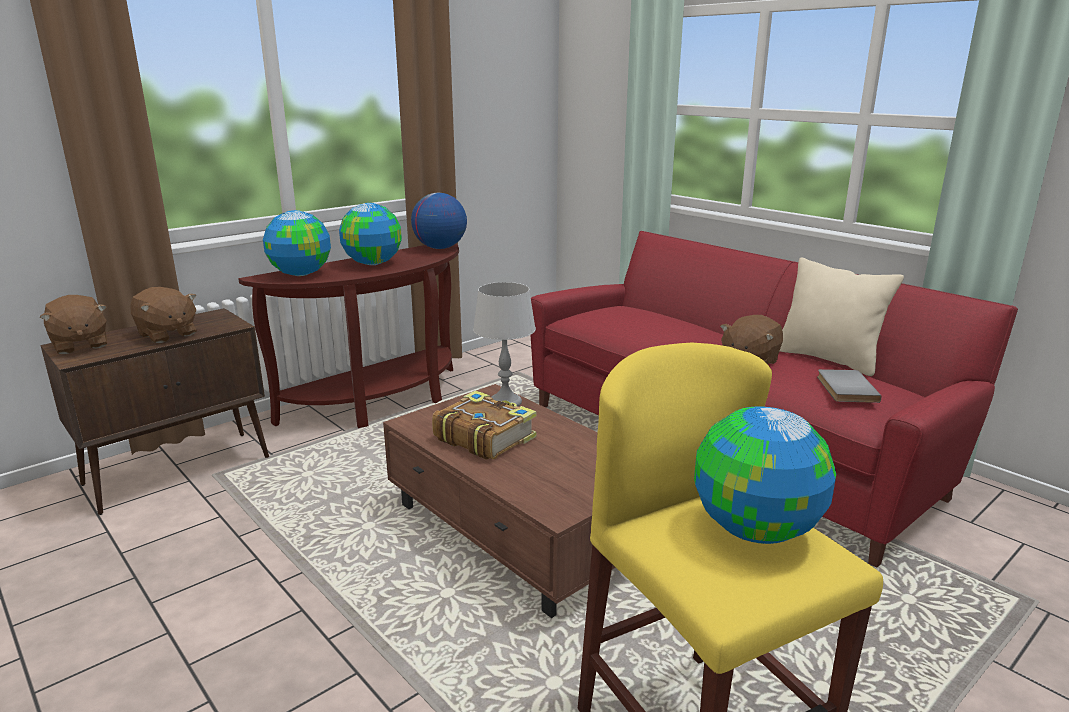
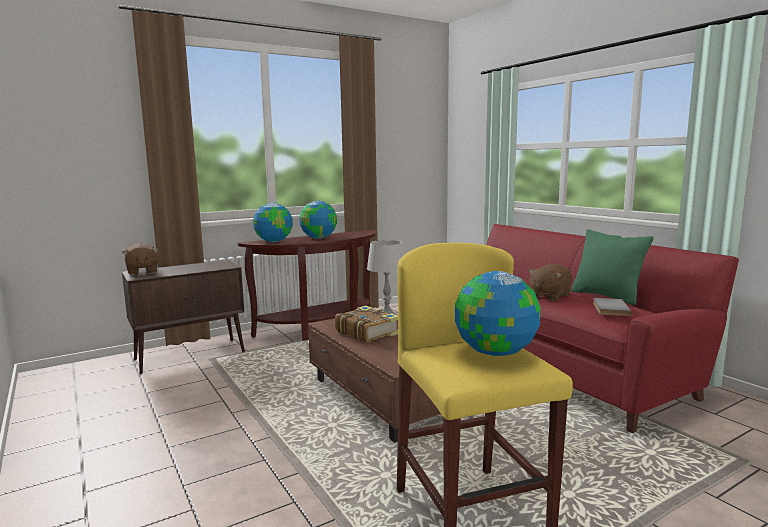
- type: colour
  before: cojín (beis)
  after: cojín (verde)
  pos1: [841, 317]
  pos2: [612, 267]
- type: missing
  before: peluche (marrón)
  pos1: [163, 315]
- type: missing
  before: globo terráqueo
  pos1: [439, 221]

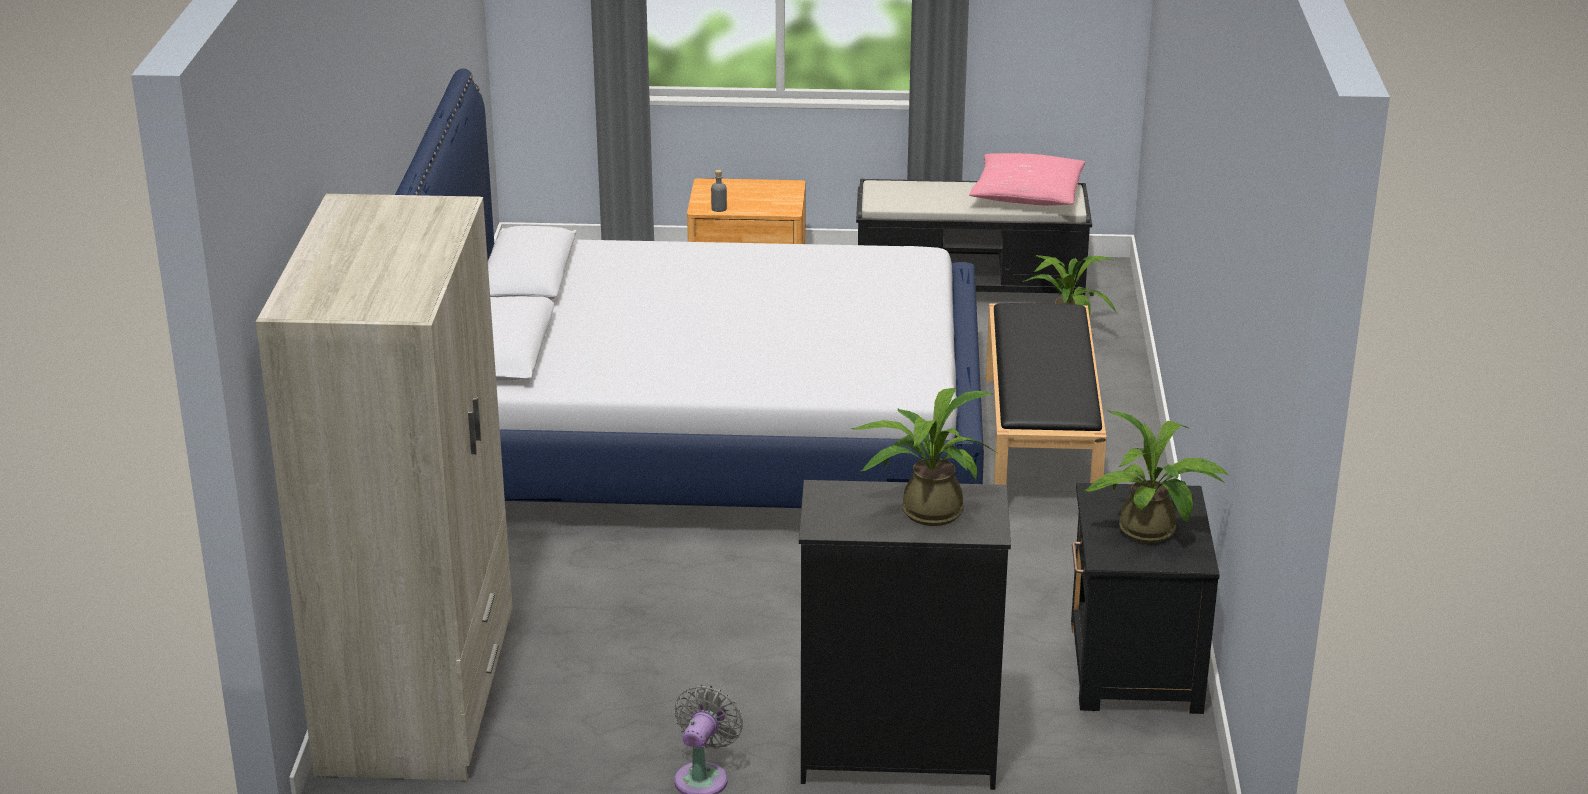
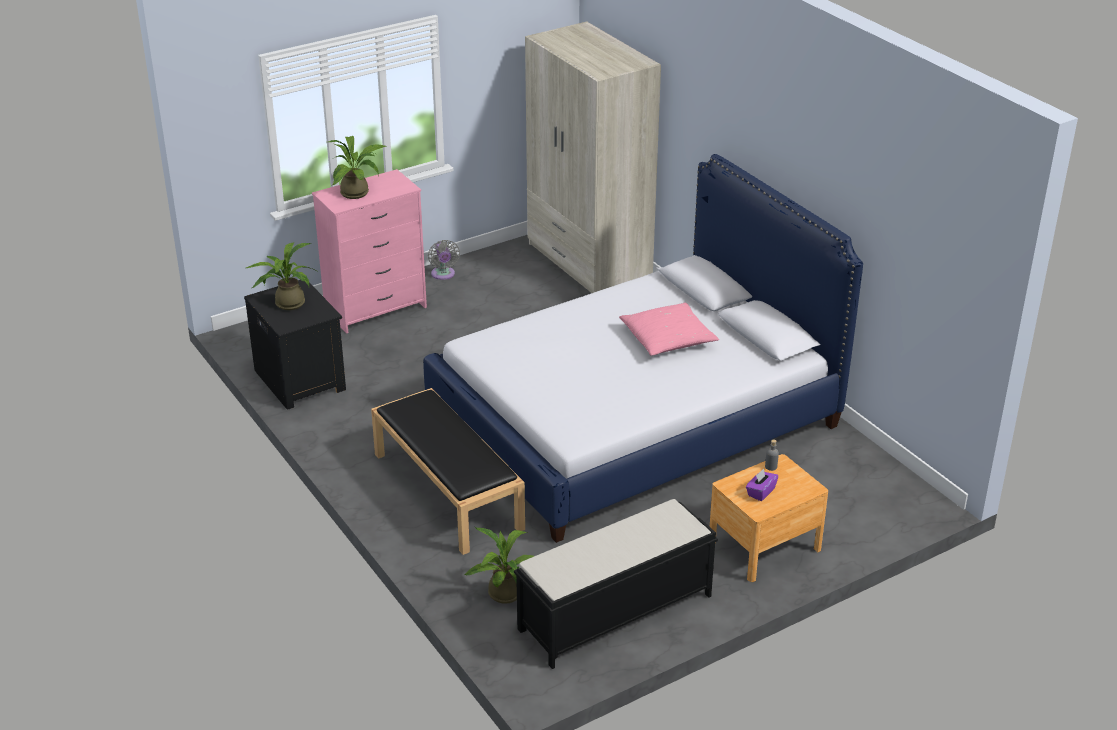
- type: colour
  before: cómoda (negro)
  after: cómoda (rosa)
  pos1: [905, 635]
  pos2: [369, 251]
- type: relocated
  before: cojín (rosa)
  pos1: [1027, 179]
  pos2: [669, 329]
- type: appeared
  after: caja de pañuelos (morado)
  pos2: [762, 485]

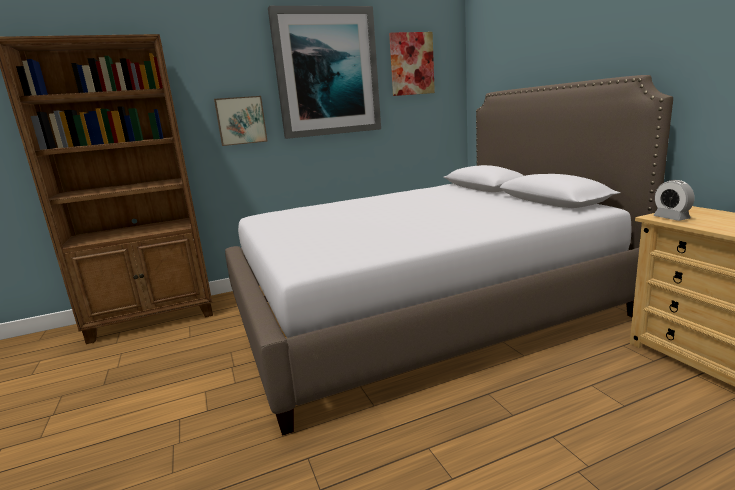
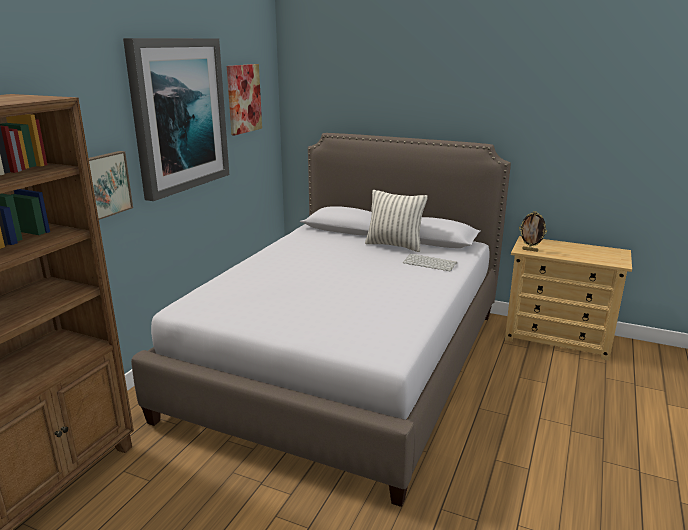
- type: appeared
  after: cojín
  pos2: [396, 221]
- type: appeared
  after: teclado
  pos2: [430, 262]
- type: exchanged
  before: despertador
  after: portarretratos
  pos1: [673, 200]
  pos2: [533, 231]

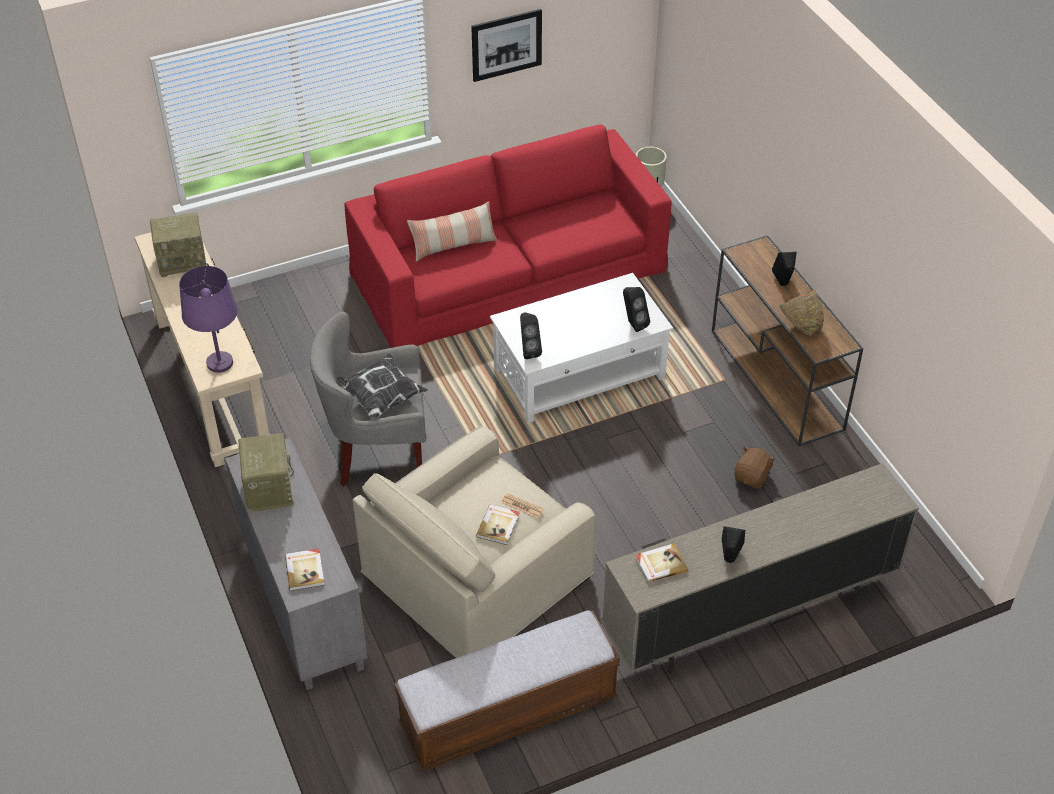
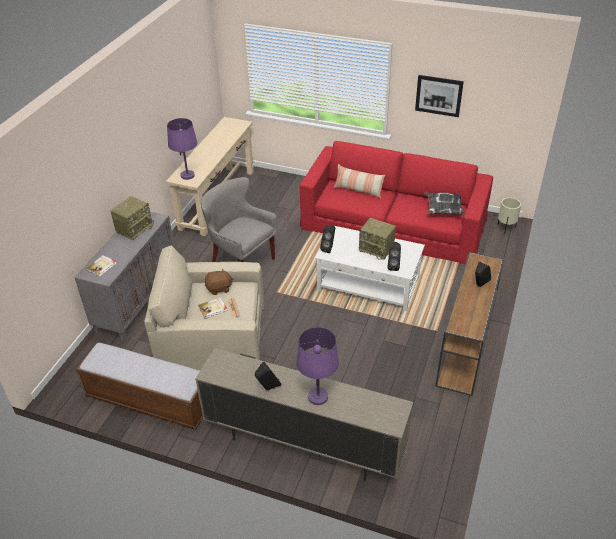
- type: relocated
  before: peluche (marrón)
  pos1: [755, 467]
  pos2: [219, 281]
- type: appeared
  after: lámpara de mesa (morado)
  pos2: [318, 366]
- type: relocated
  before: radio
  pos1: [179, 244]
  pos2: [377, 239]
- type: relocated
  before: cojín
  pos1: [382, 387]
  pos2: [444, 203]
- type: missing
  before: libro
  pos1: [661, 563]
- type: missing
  before: cuenco (naranja)
  pos1: [801, 312]

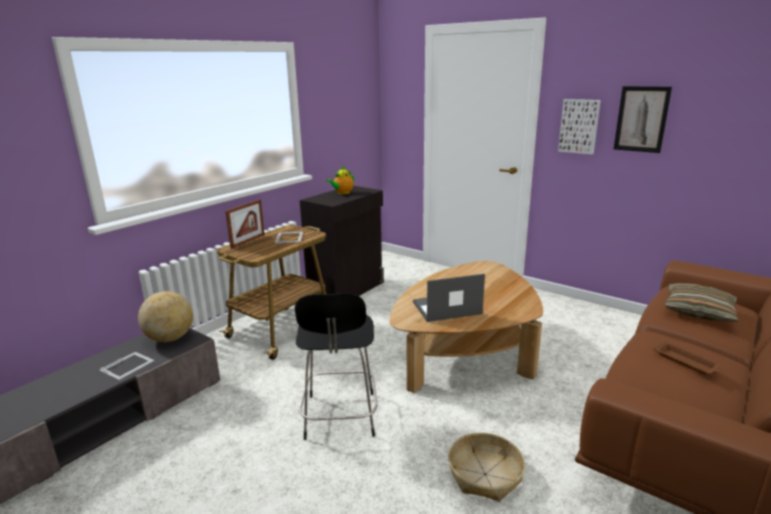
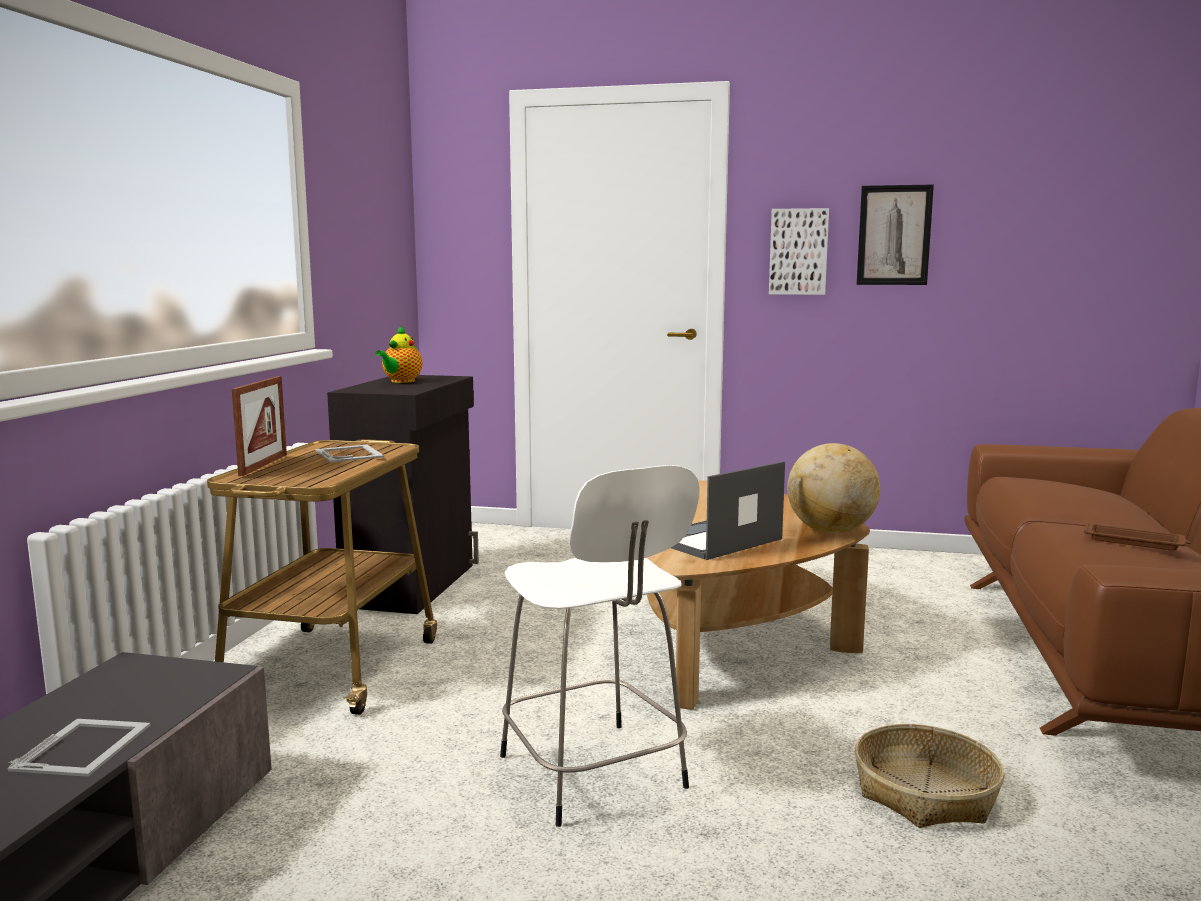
- type: colour
  before: taburete (negro)
  after: taburete (blanco)
  pos1: [336, 366]
  pos2: [600, 646]
- type: relocated
  before: globo terráqueo
  pos1: [165, 316]
  pos2: [833, 488]
- type: missing
  before: cojín
  pos1: [701, 302]

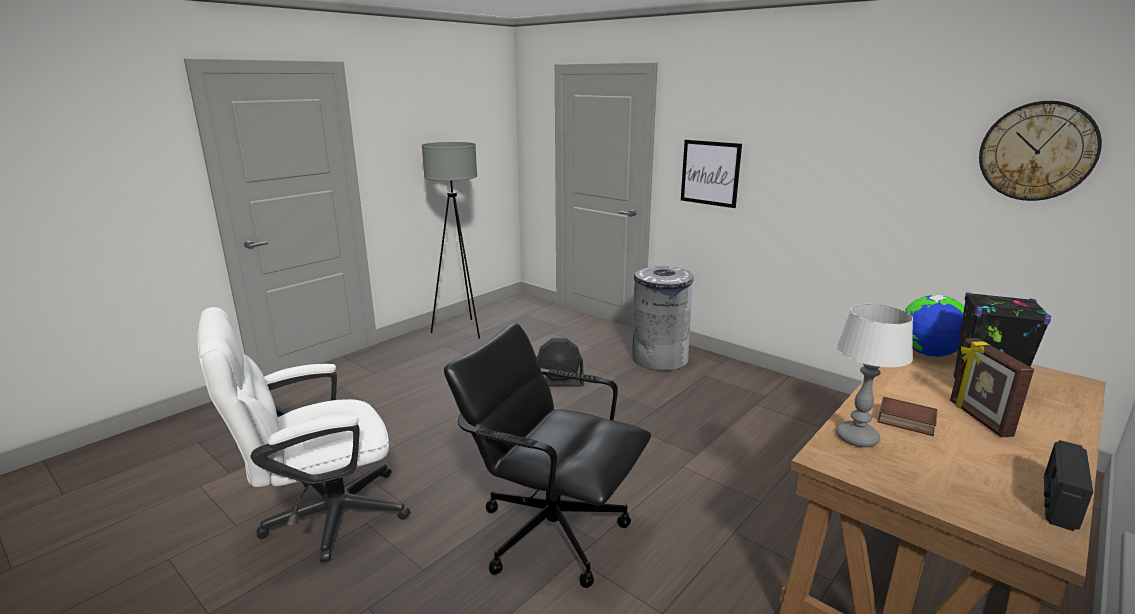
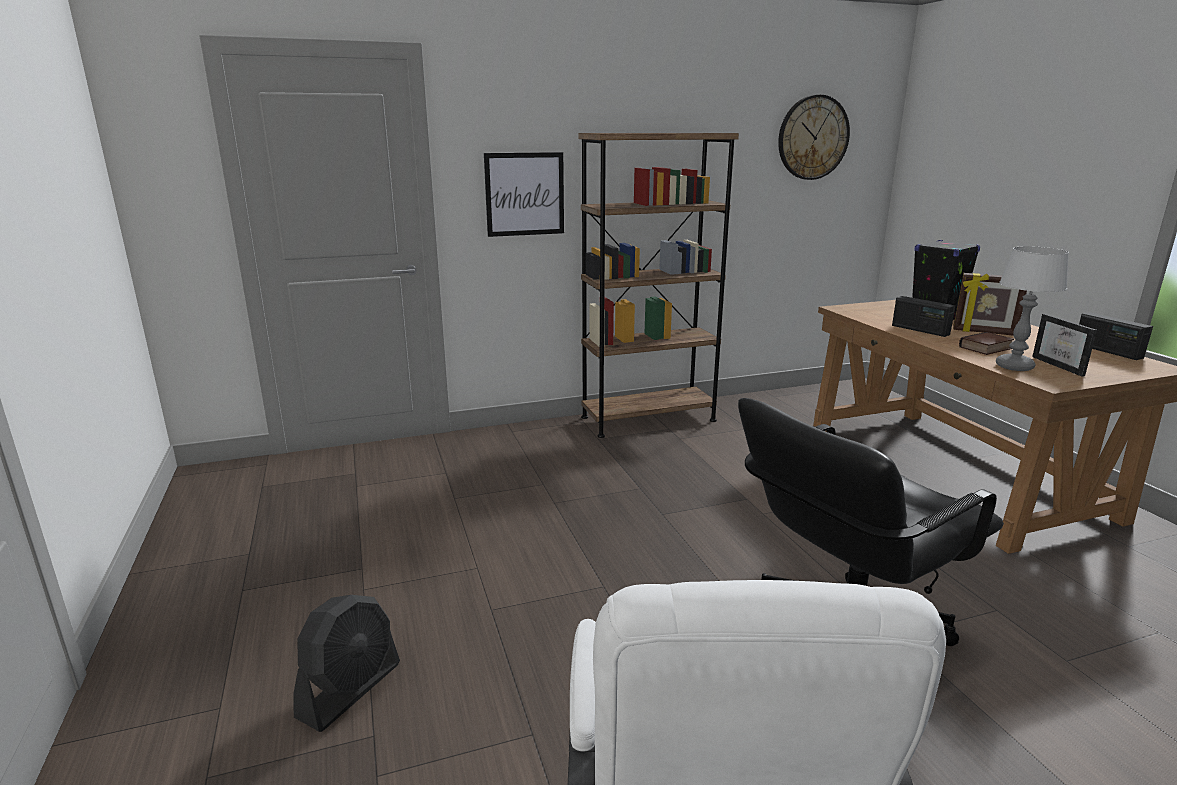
- type: relocated
  before: ventilador (negro)
  pos1: [560, 362]
  pos2: [346, 663]
- type: appeared
  after: estantería (marrón)
  pos2: [658, 285]
- type: appeared
  after: radio
  pos2: [923, 316]
- type: appeared
  after: portarretratos
  pos2: [1064, 345]
- type: missing
  before: lámpara de pie (gris)
  pos1: [451, 240]
- type: missing
  before: papelera (gris)
  pos1: [663, 318]
- type: missing
  before: globo terráqueo
  pos1: [934, 326]

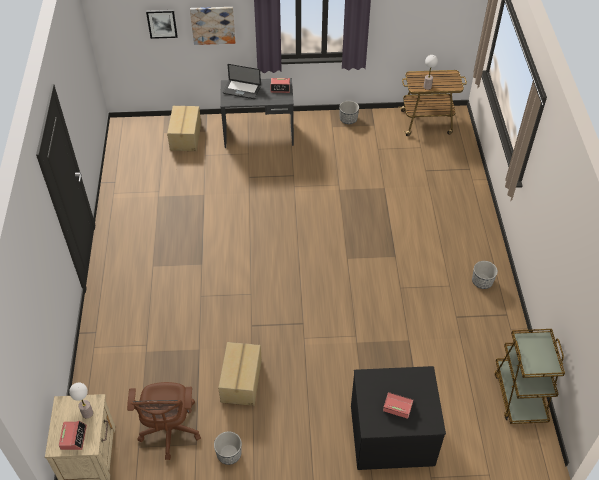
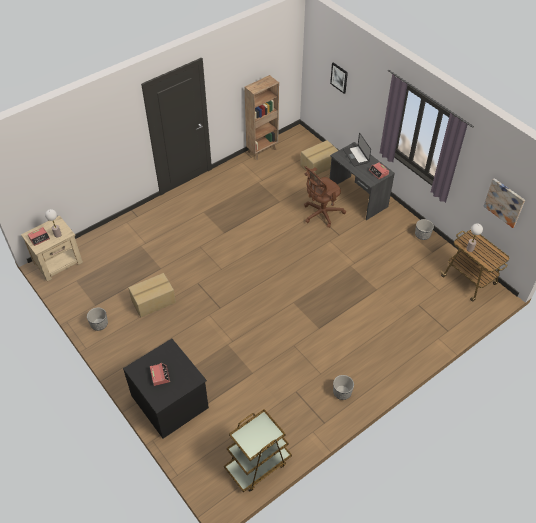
- type: appeared
  after: estantería (marrón)
  pos2: [261, 117]
- type: relocated
  before: silla de oficina (marrón)
  pos1: [164, 421]
  pos2: [325, 197]
- type: relocated
  before: cuadro
  pos1: [212, 26]
  pos2: [504, 203]

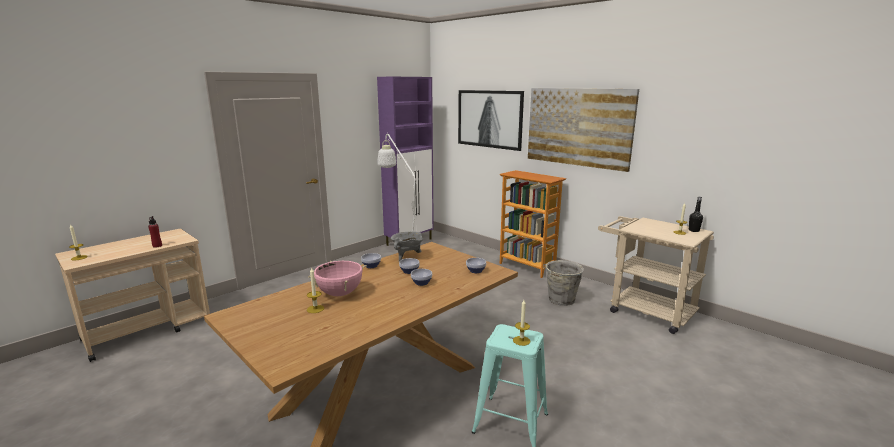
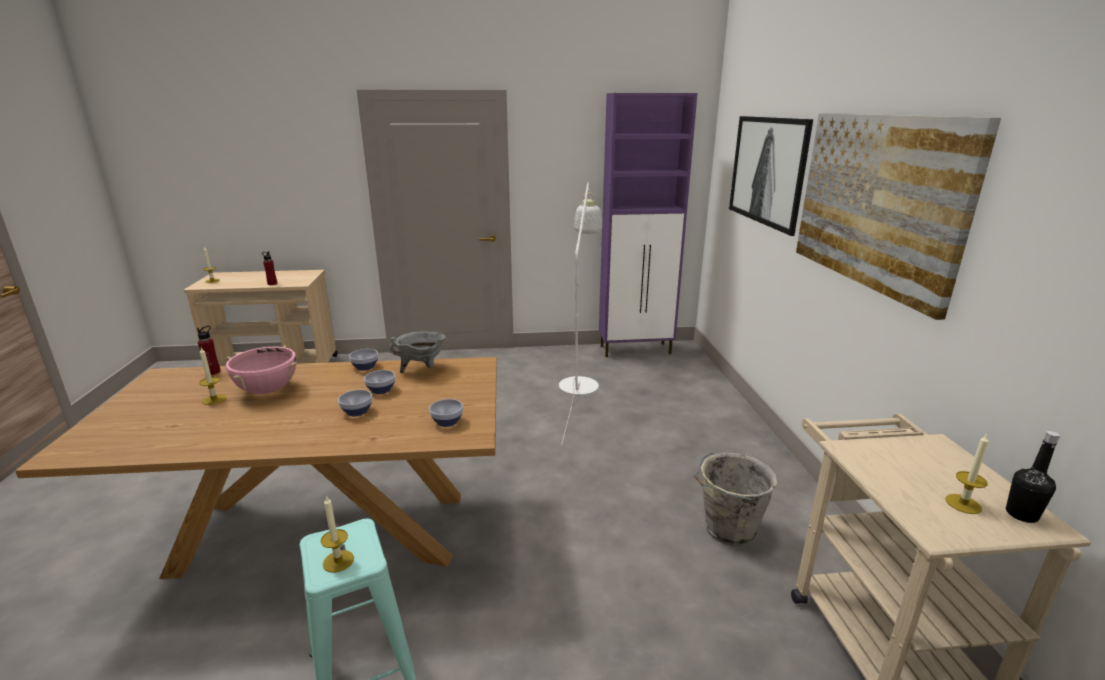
- type: appeared
  after: botella (rojo)
  pos2: [208, 350]
- type: missing
  before: estantería
  pos1: [533, 224]

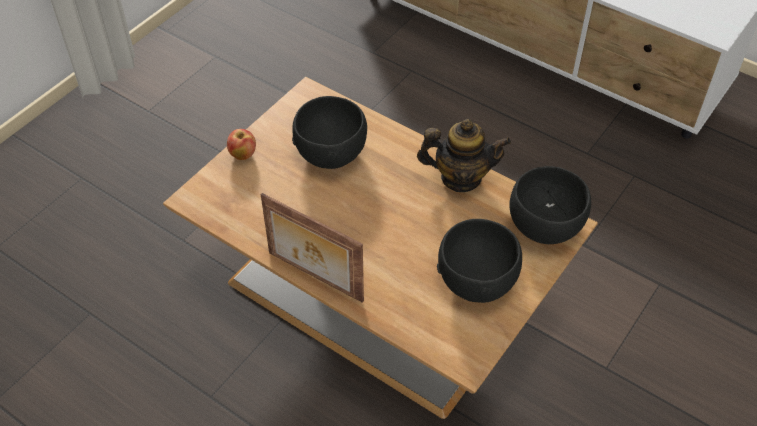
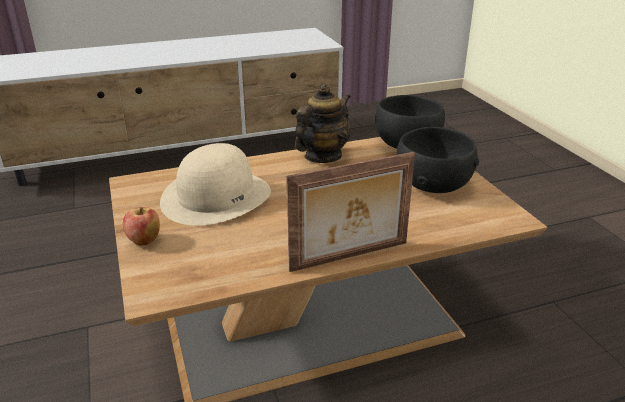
- type: exchanged
  before: cuenco (negro)
  after: sombrero (beis)
  pos1: [329, 132]
  pos2: [215, 184]

